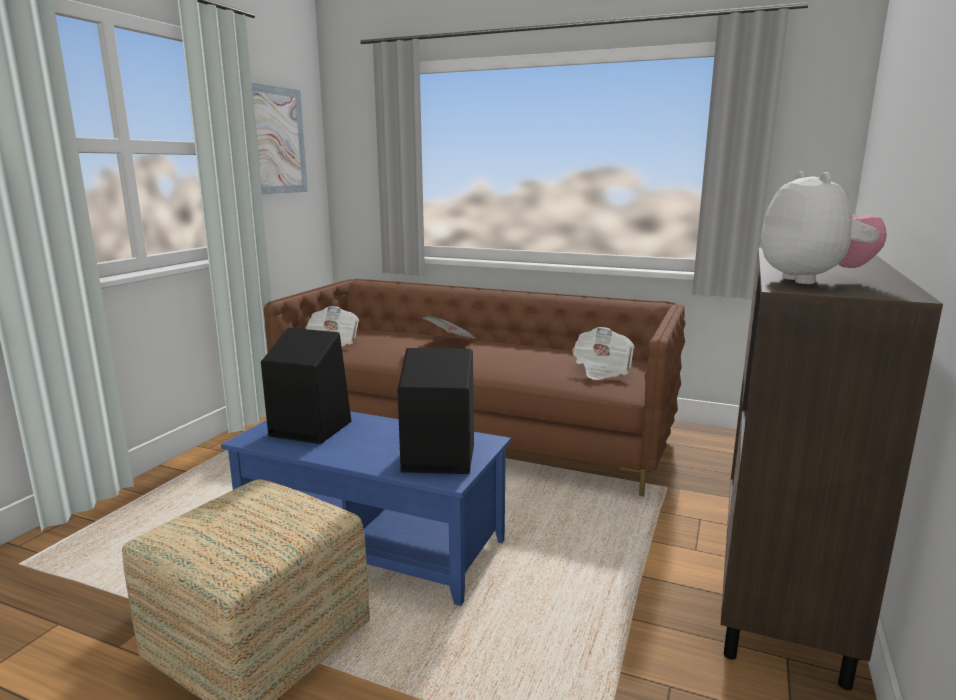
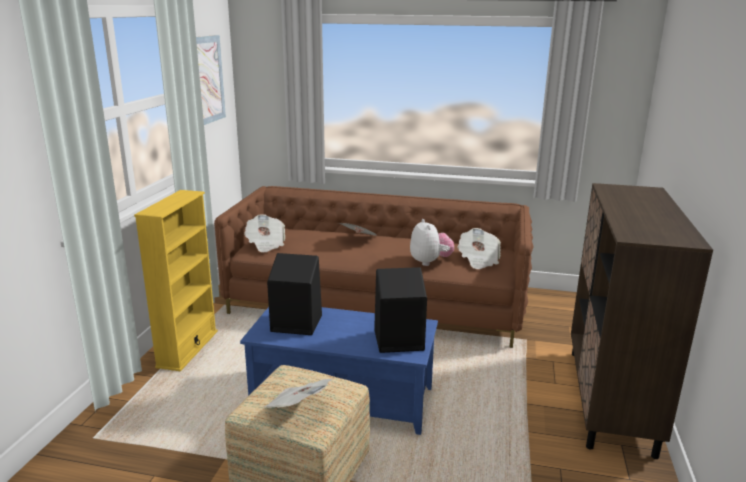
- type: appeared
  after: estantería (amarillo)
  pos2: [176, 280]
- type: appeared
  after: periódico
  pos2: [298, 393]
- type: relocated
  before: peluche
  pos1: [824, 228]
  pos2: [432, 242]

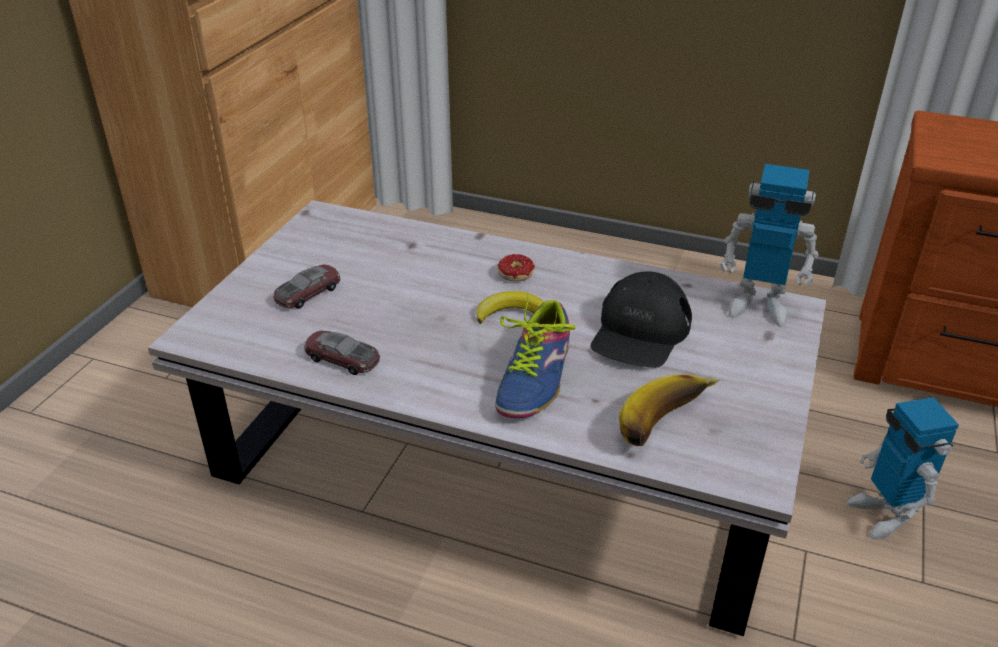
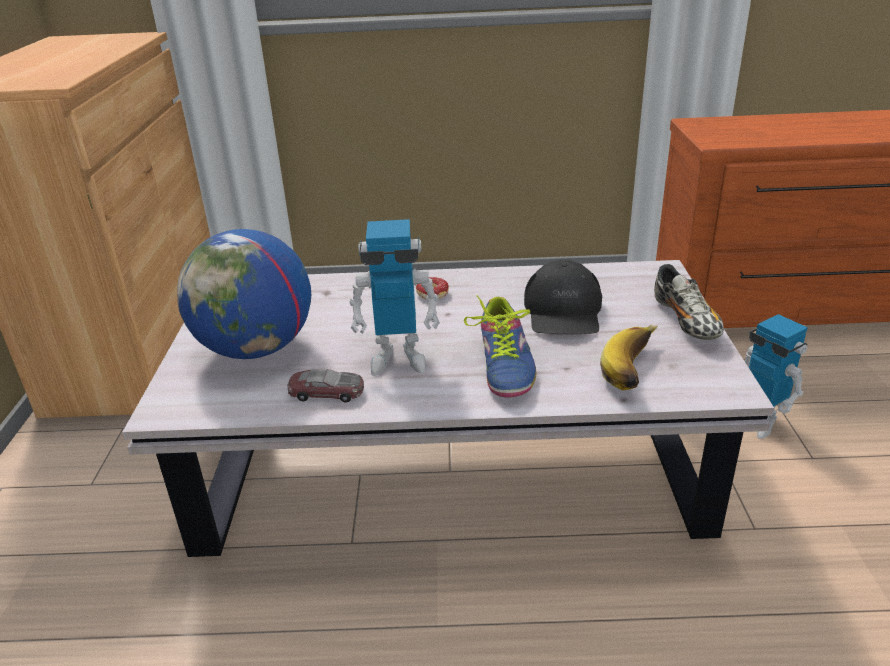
- type: exchanged
  before: coche de juguete
  after: globo terráqueo
  pos1: [306, 287]
  pos2: [244, 294]
- type: relocated
  before: robot de juguete
  pos1: [769, 245]
  pos2: [395, 297]
- type: appeared
  after: zapato
  pos2: [689, 302]
- type: missing
  before: plátano
  pos1: [510, 307]

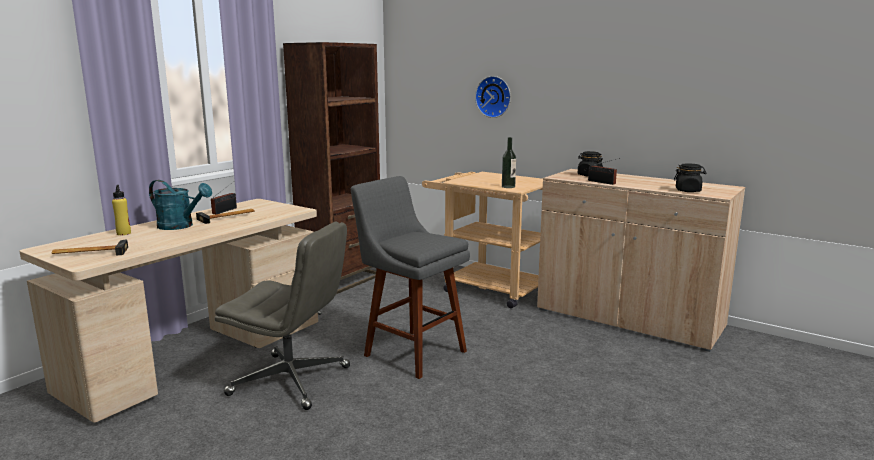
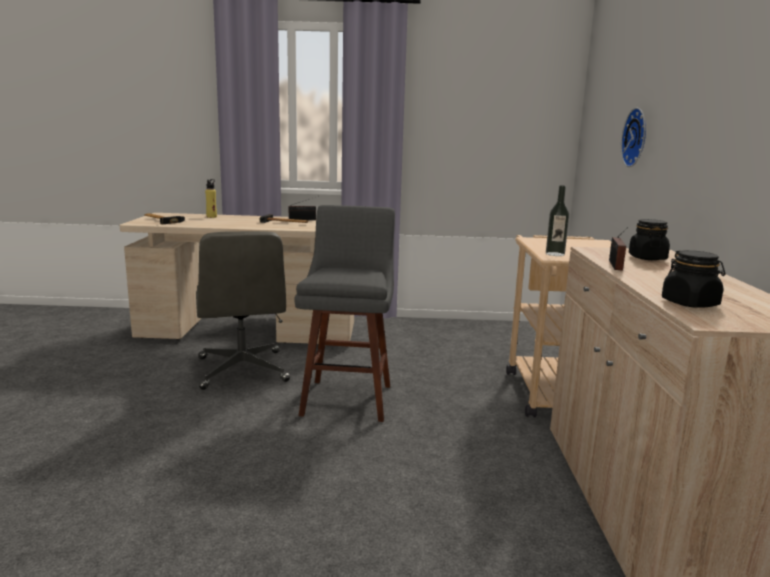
- type: missing
  before: regadera (turquesa)
  pos1: [180, 205]
- type: missing
  before: estantería (marrón)
  pos1: [331, 168]

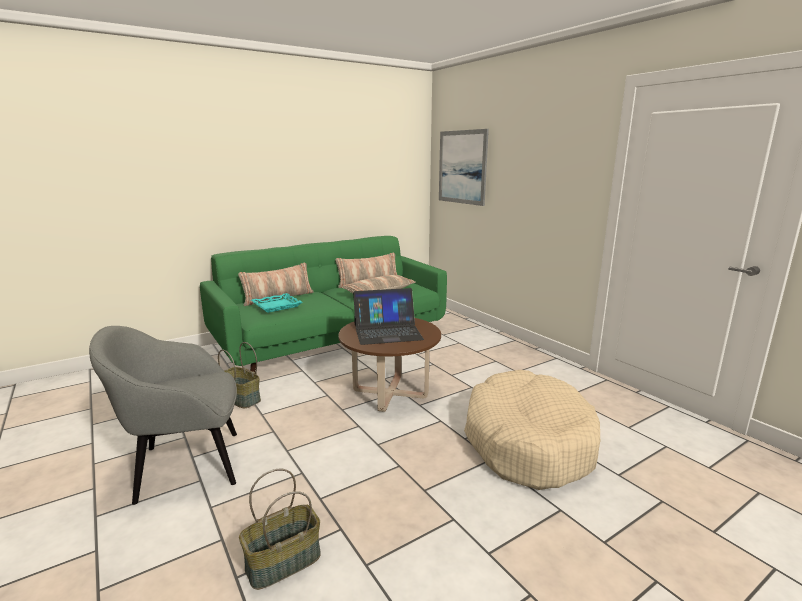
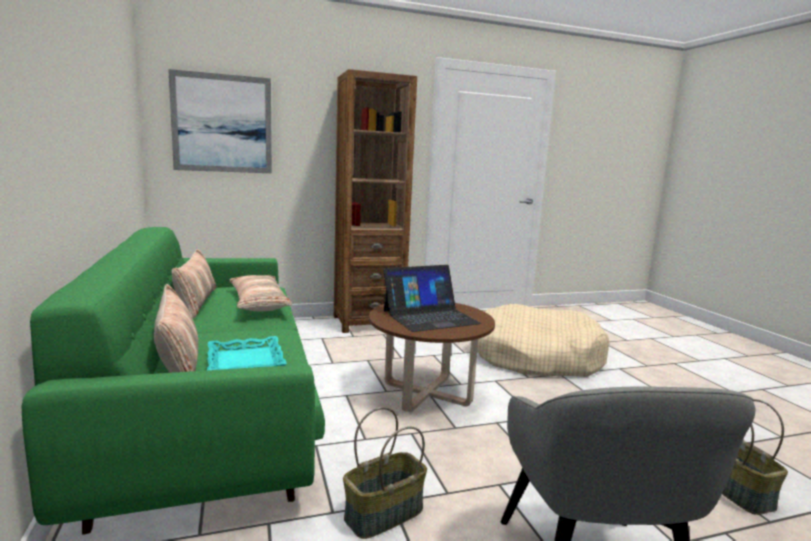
- type: appeared
  after: estantería (marrón)
  pos2: [375, 201]
- type: spun
  before: portátil
  pos1: [388, 316]
  pos2: [432, 298]
  turn: 60

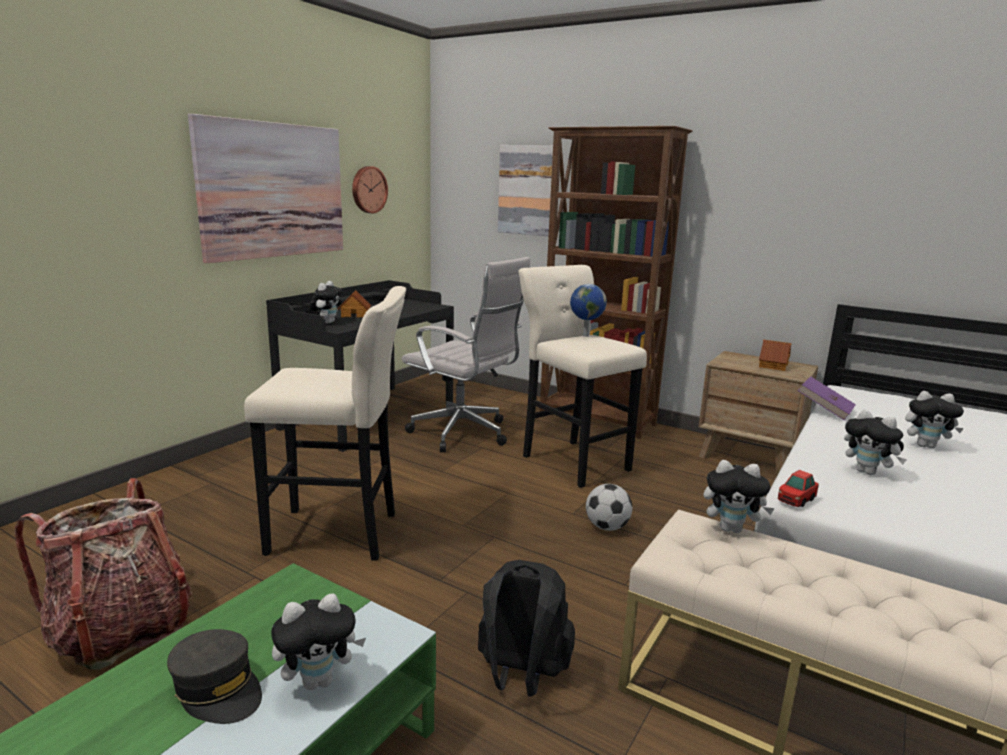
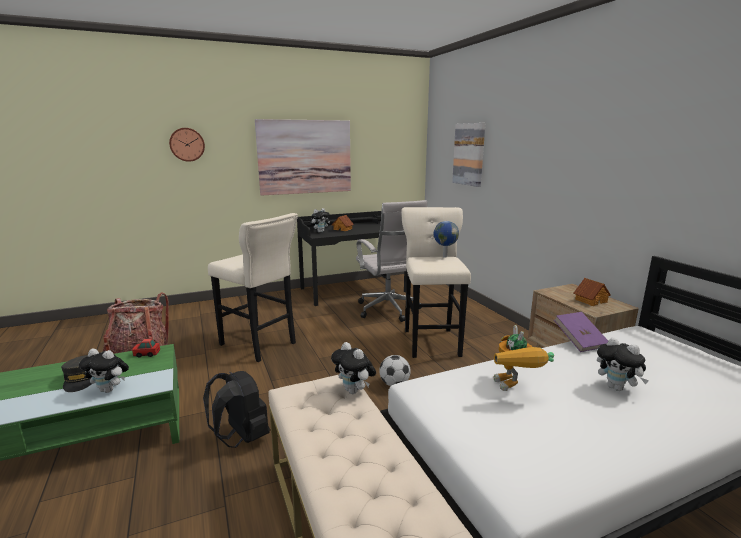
- type: relocated
  before: coche de juguete
  pos1: [798, 488]
  pos2: [146, 348]
- type: relocated
  before: reloj de pared
  pos1: [370, 189]
  pos2: [187, 145]
- type: exchanged
  before: peluche
  after: robot de juguete
  pos1: [875, 442]
  pos2: [524, 358]
- type: missing
  before: estantería (marrón)
  pos1: [616, 282]

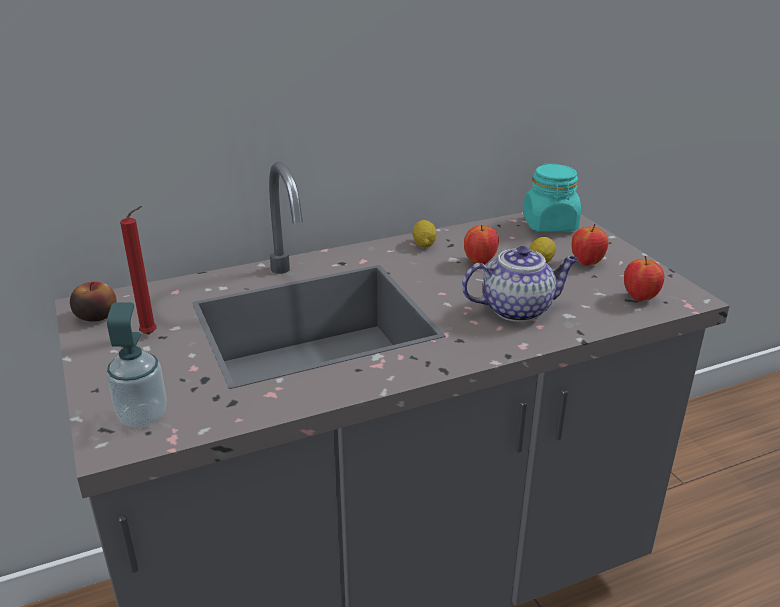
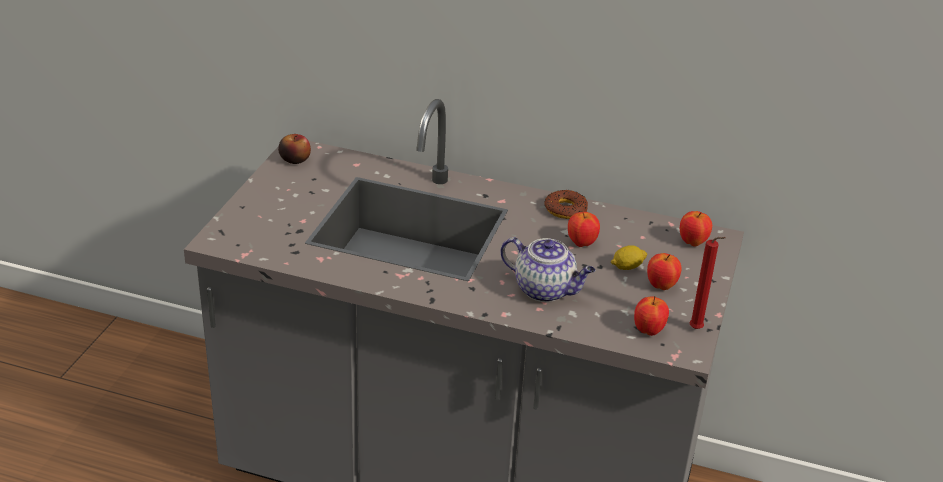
- type: exchanged
  before: limón
  after: rosquilla
  pos1: [425, 233]
  pos2: [566, 204]
- type: exchanged
  before: tarro (turquesa)
  after: manzana
  pos1: [552, 198]
  pos2: [696, 229]
- type: relocated
  before: vela (rojo)
  pos1: [138, 270]
  pos2: [708, 283]
- type: missing
  before: dispensador de jabón
  pos1: [137, 364]

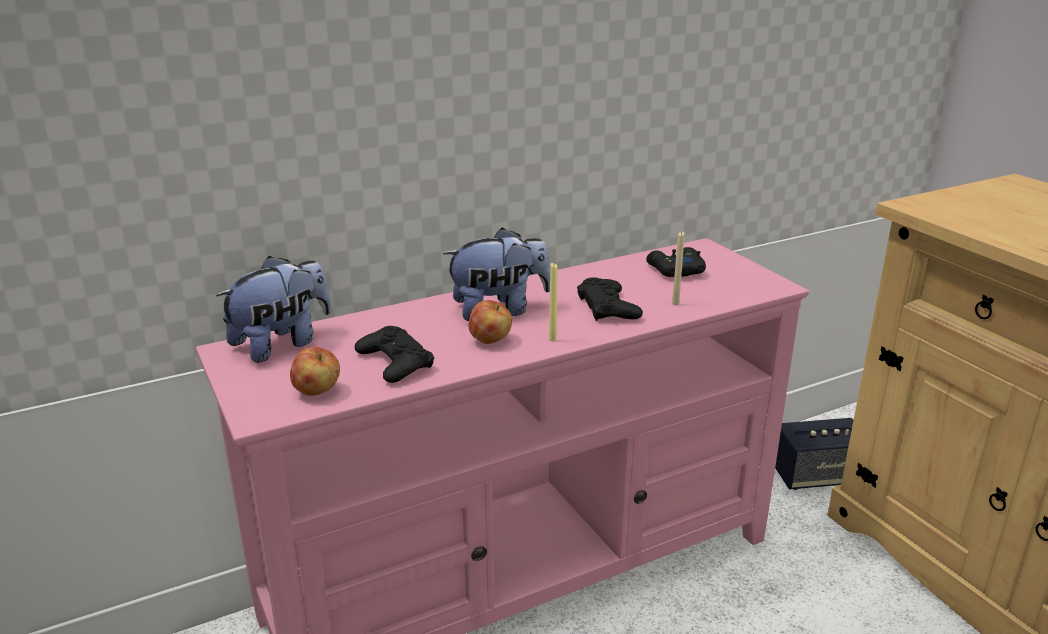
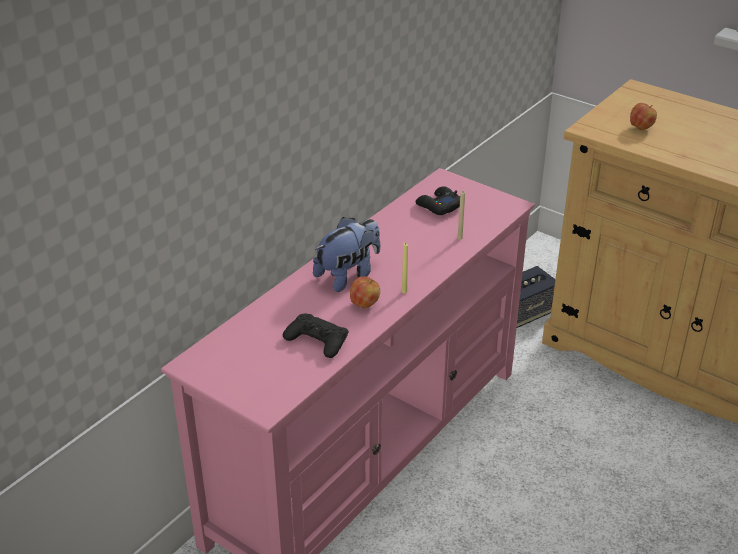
- type: relocated
  before: manzana
  pos1: [315, 371]
  pos2: [643, 116]
- type: missing
  before: peluche
  pos1: [273, 309]
- type: missing
  before: mando de consola (negro)
  pos1: [610, 299]

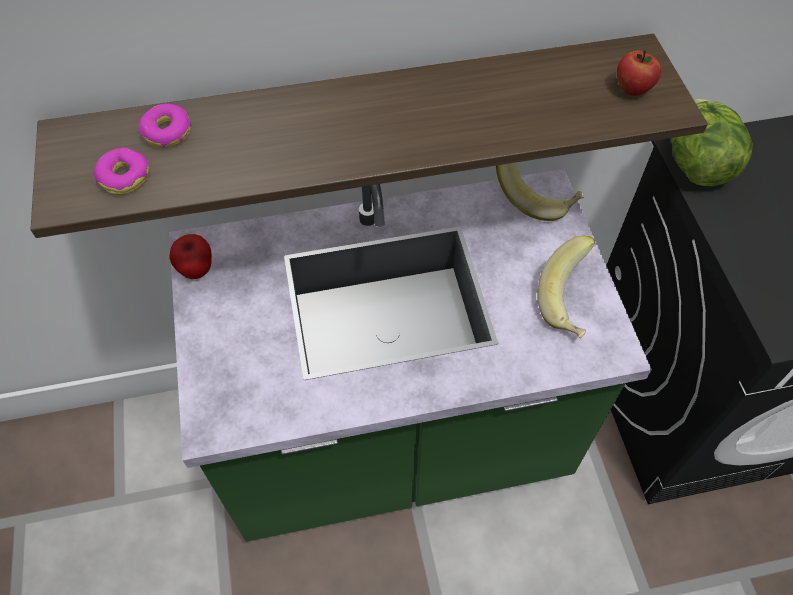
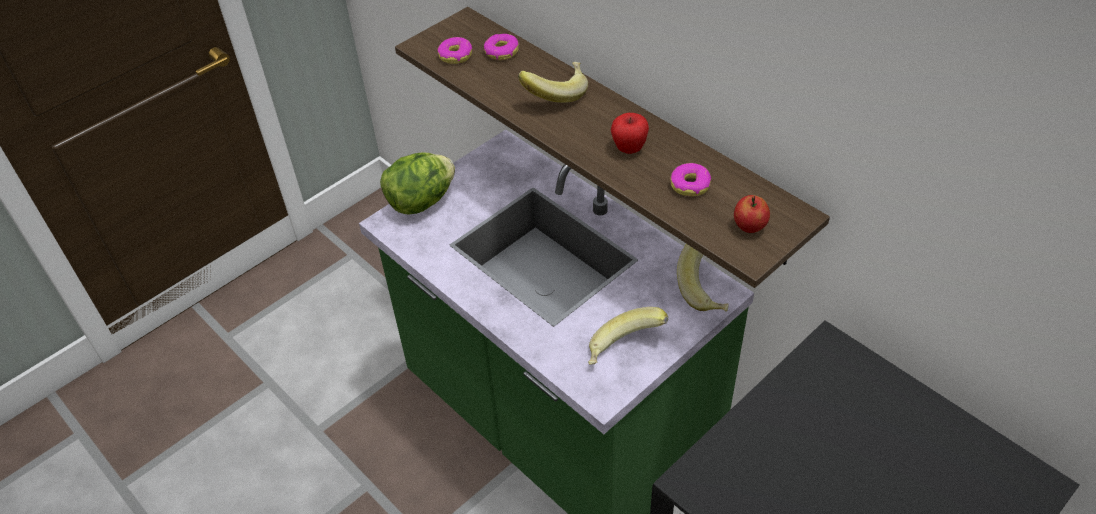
- type: relocated
  before: lechuga
  pos1: [712, 142]
  pos2: [417, 183]
- type: appeared
  after: plátano
  pos2: [553, 82]
- type: relocated
  before: manzana
  pos1: [190, 256]
  pos2: [630, 133]
- type: appeared
  after: rosquilla
  pos2: [691, 179]

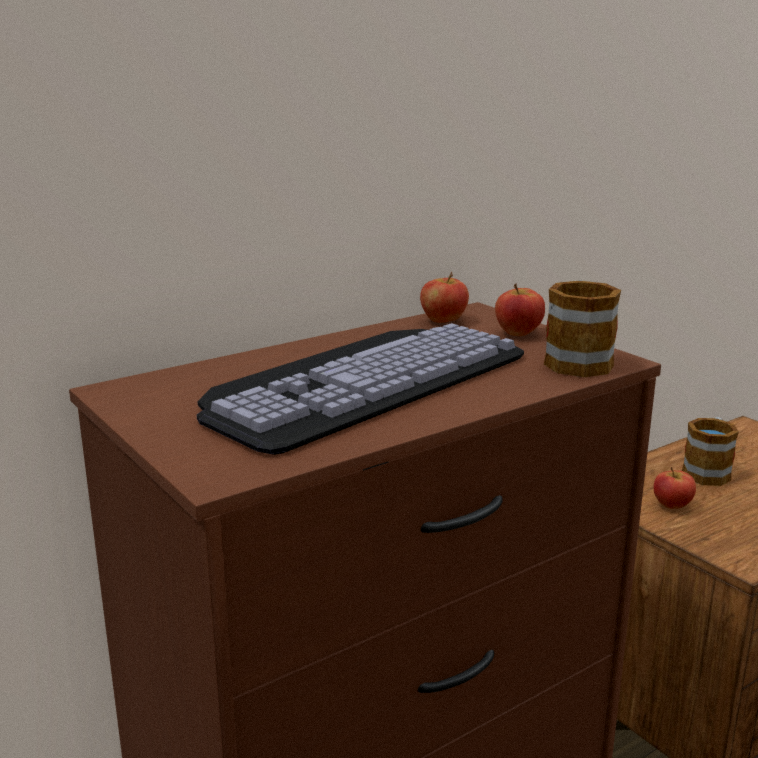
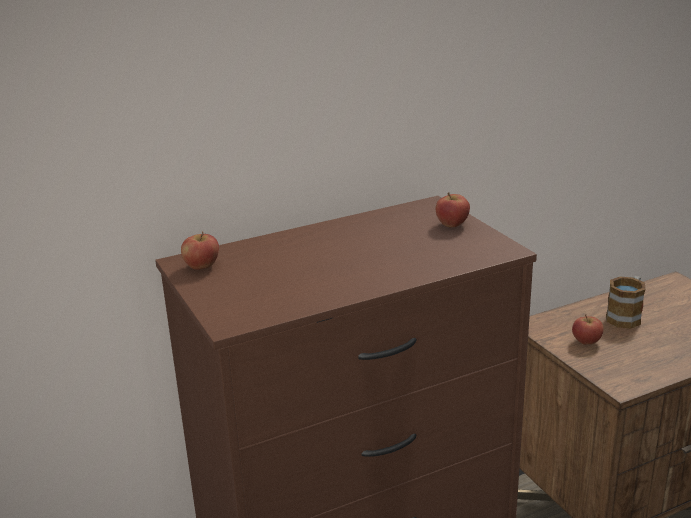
- type: relocated
  before: manzana
  pos1: [444, 297]
  pos2: [200, 250]
- type: missing
  before: teclado
  pos1: [360, 389]
- type: missing
  before: taza grande
  pos1: [582, 329]

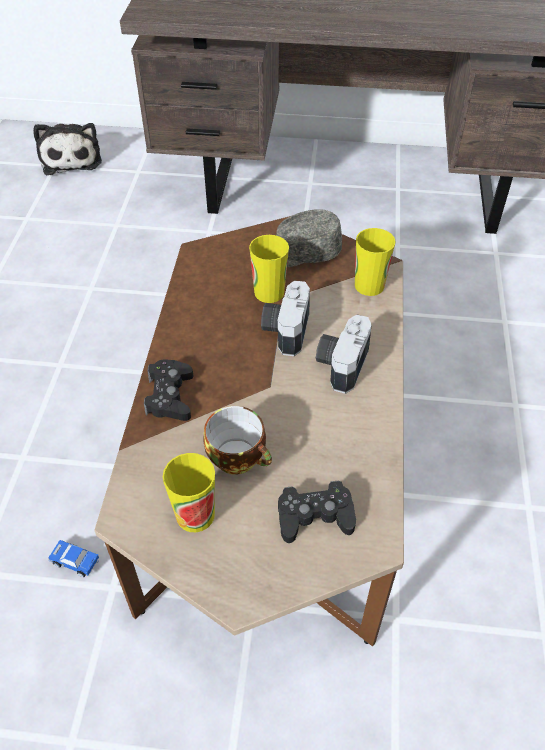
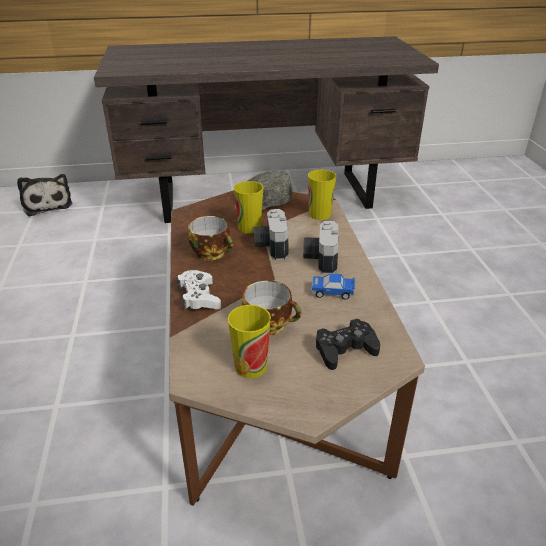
- type: colour
  before: mando de consola (negro)
  after: mando de consola (blanco)
  pos1: [168, 390]
  pos2: [199, 291]
- type: appeared
  after: taza
  pos2: [210, 238]
- type: relocated
  before: coche de juguete
  pos1: [73, 558]
  pos2: [333, 286]

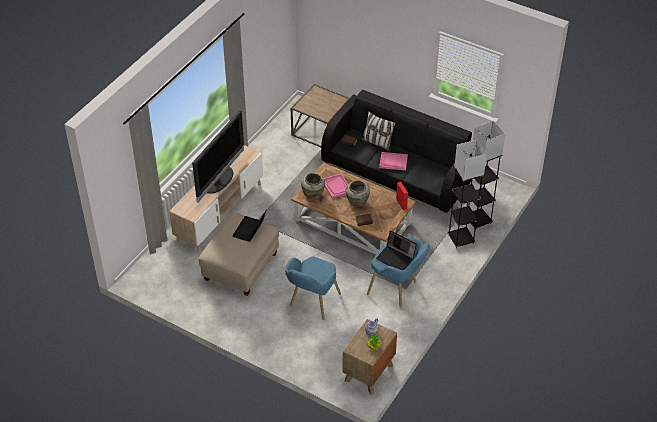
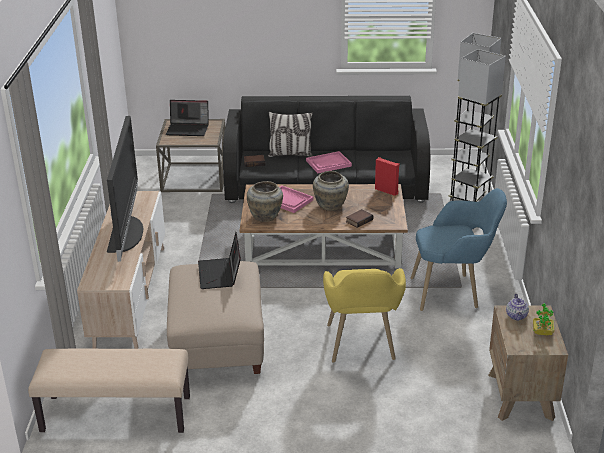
- type: appeared
  after: banco (beis)
  pos2: [109, 391]
- type: relocated
  before: portátil
  pos1: [396, 250]
  pos2: [187, 118]
- type: colour
  before: sillón (azul)
  after: sillón (amarillo)
  pos1: [313, 288]
  pos2: [364, 315]

